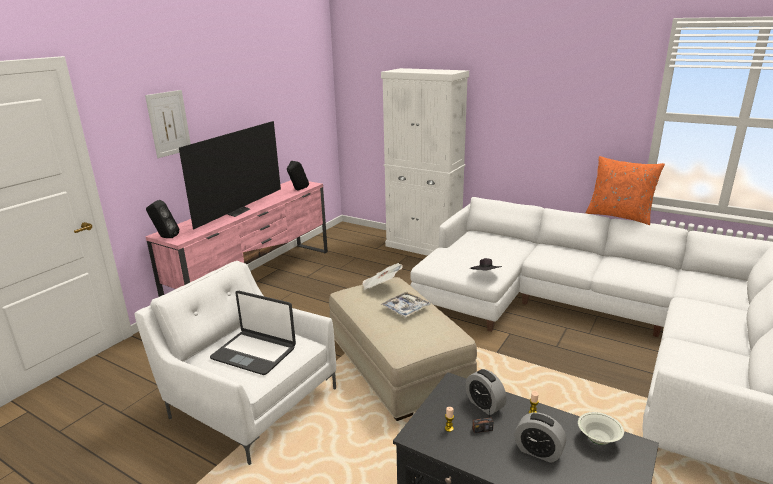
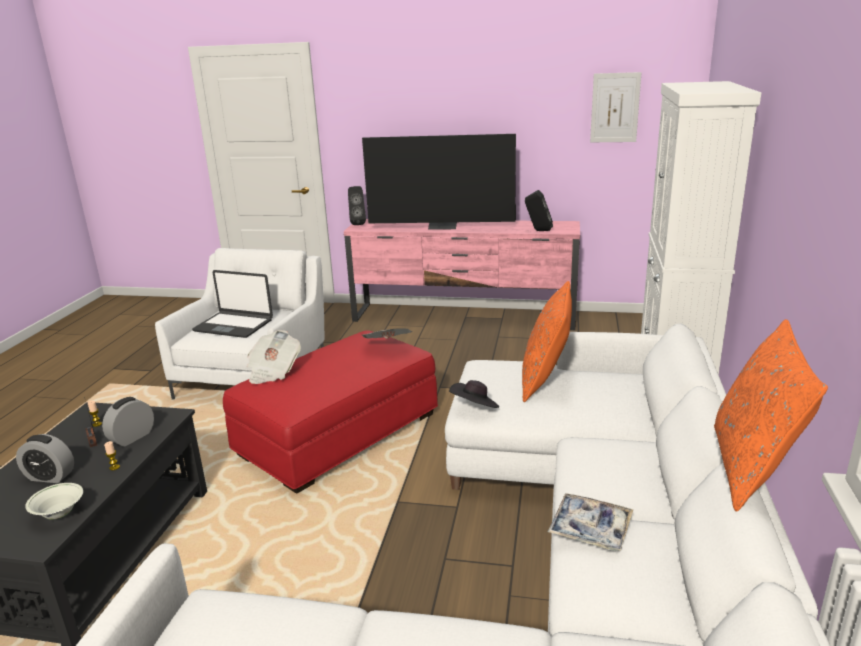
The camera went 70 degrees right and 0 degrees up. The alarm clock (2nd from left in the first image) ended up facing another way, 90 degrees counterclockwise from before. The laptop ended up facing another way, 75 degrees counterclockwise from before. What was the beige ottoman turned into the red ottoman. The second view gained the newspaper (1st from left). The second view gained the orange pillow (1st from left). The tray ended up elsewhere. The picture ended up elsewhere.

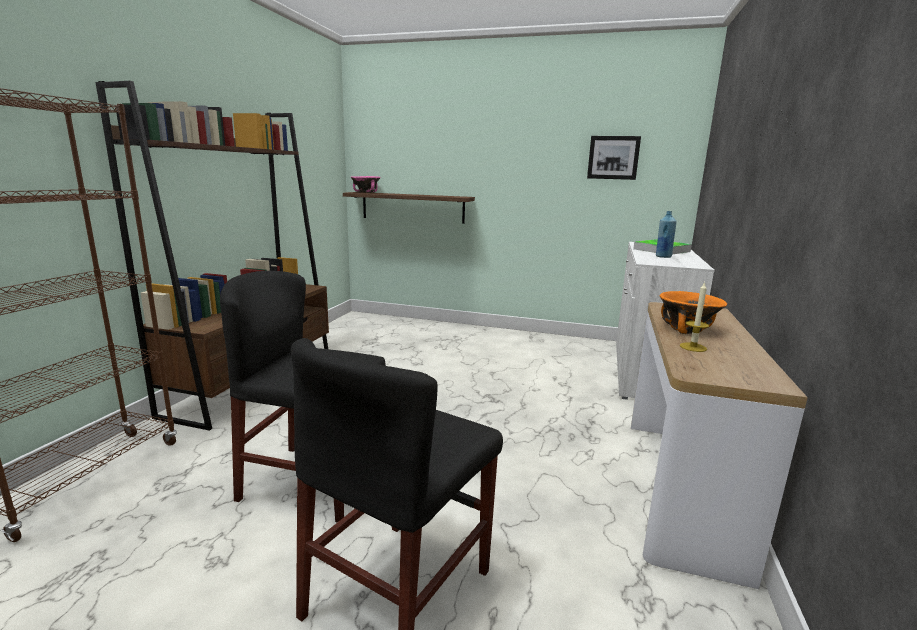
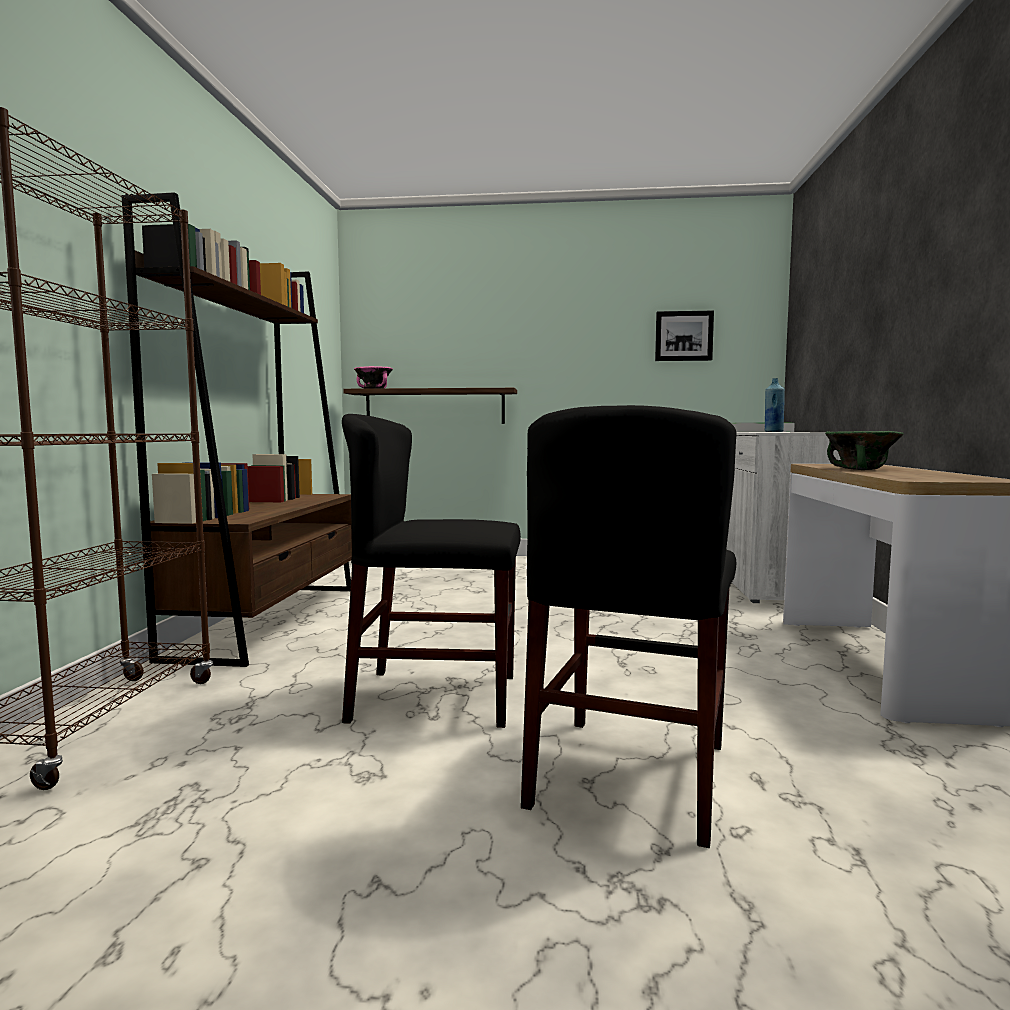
The camera went 10 degrees left and 10 degrees down. What was the orange bowl turned into the green bowl. The second view lost the candle.

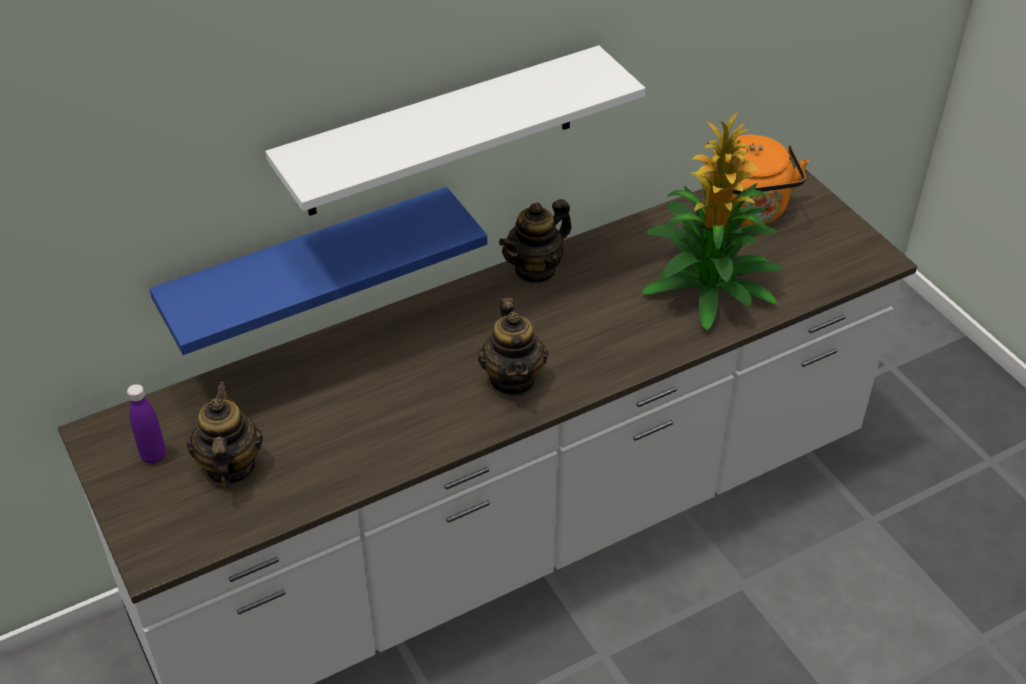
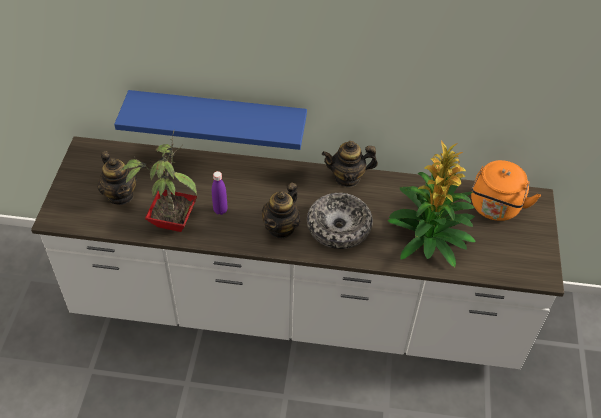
The camera went 35 degrees right and 5 degrees up. The teapot (1st from left) ended up facing another way, 120 degrees clockwise from before. The second view gained the potted plant (1st from left). The purple bottle ended up elsewhere. The second view gained the bowl. The second view lost the white shelf.

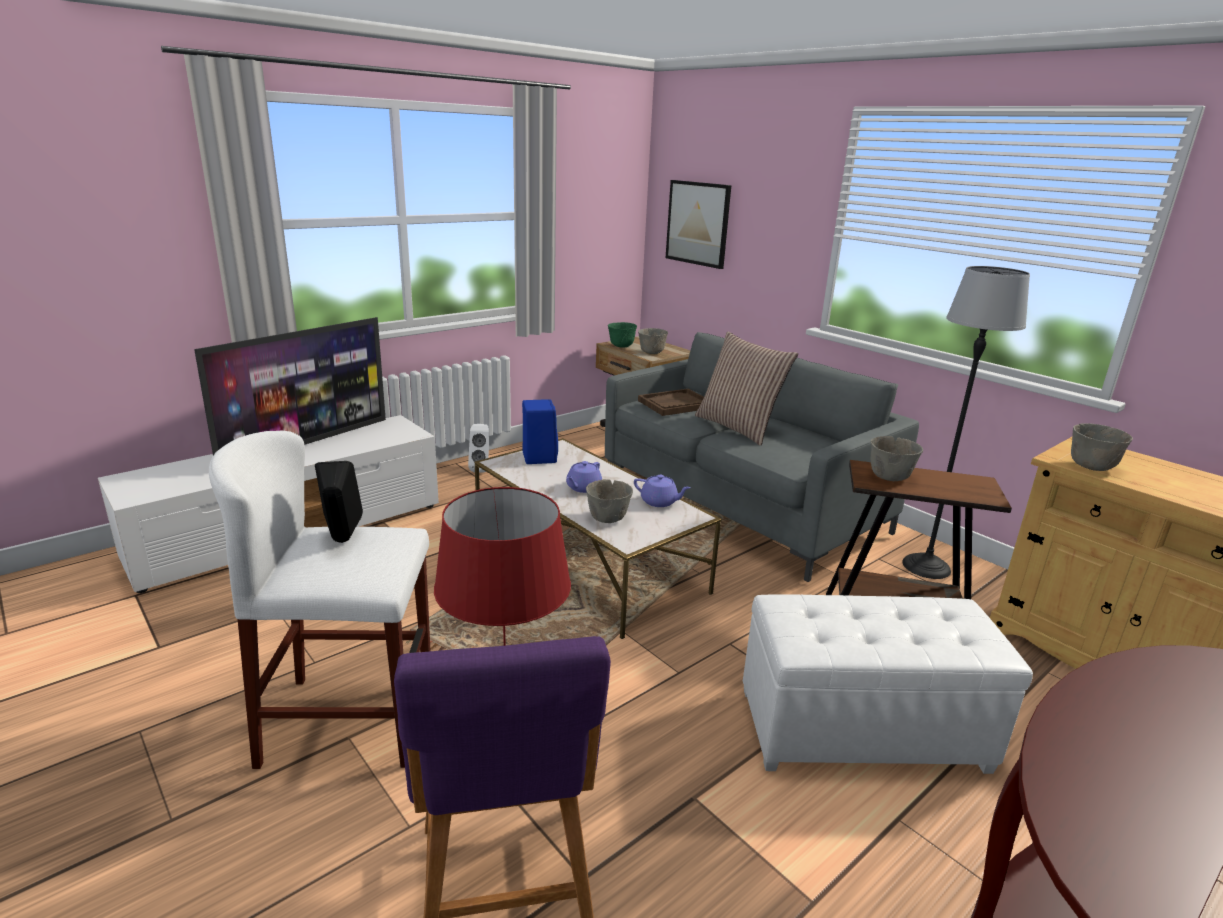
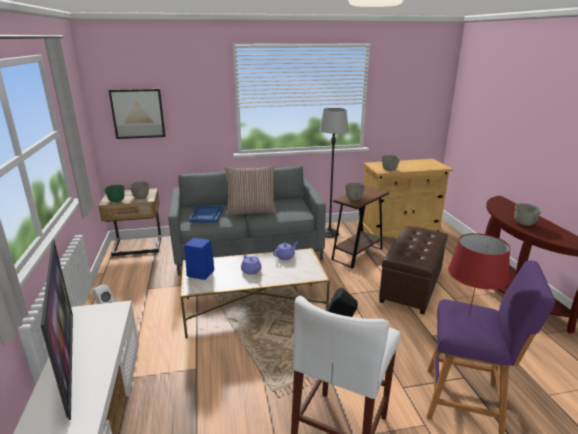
The camera went 60 degrees left and 0 degrees up. What was the brown tray turned into the blue tray. What was the white ottoman turned into the brown ottoman. The grey bowl (1st from left in the first image) ended up elsewhere.

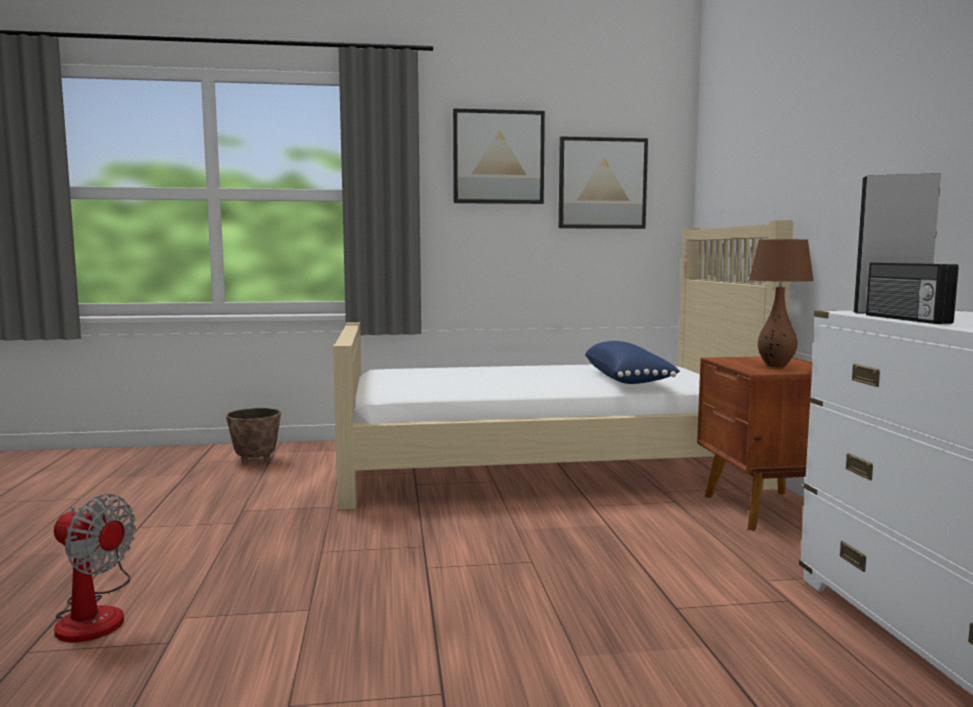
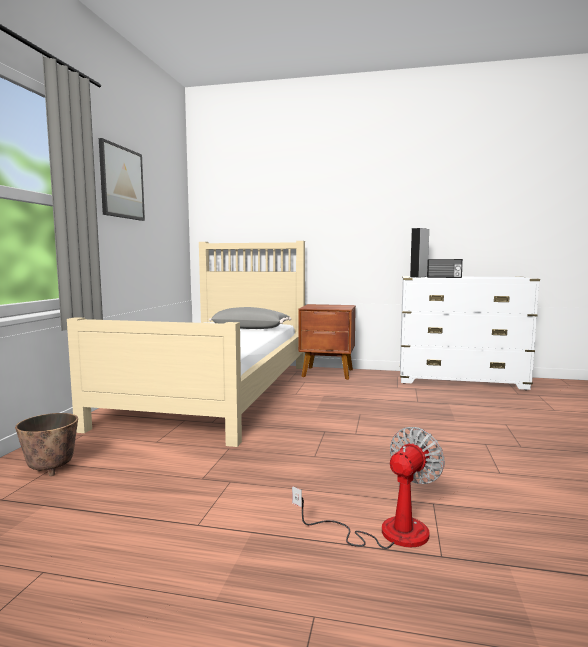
The camera went 70 degrees left and 0 degrees up. What was the blue pillow turned into the grey pillow. The second view lost the picture (2nd from left). The second view lost the brown table lamp.

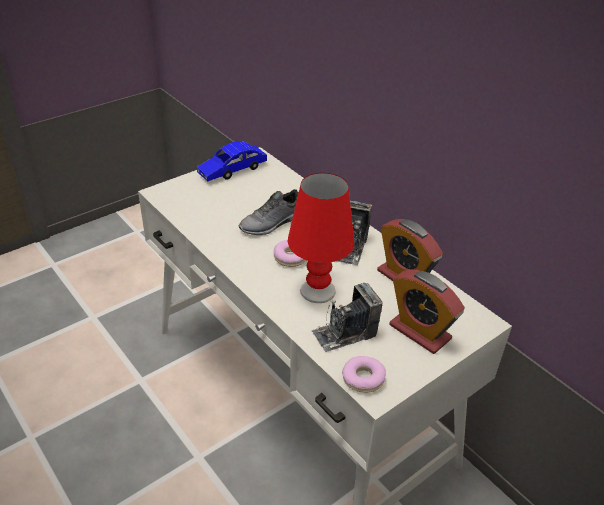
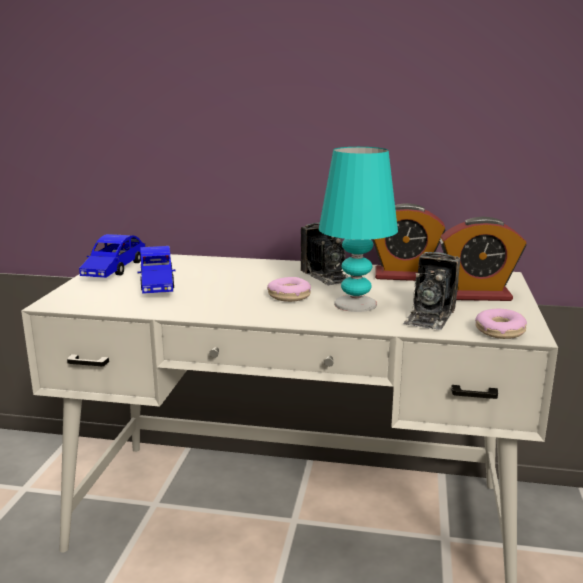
The camera went 40 degrees left and 20 degrees down. The second view gained the blue toy car (2nd from left). What was the red table lamp turned into the turquoise table lamp. The second view lost the grey shoe.

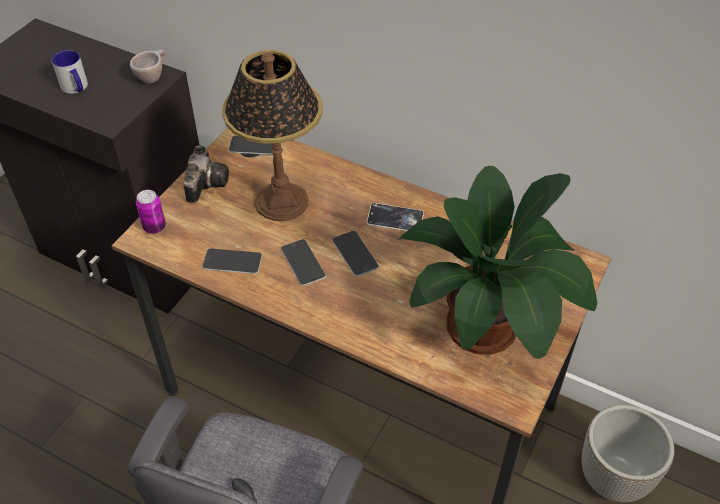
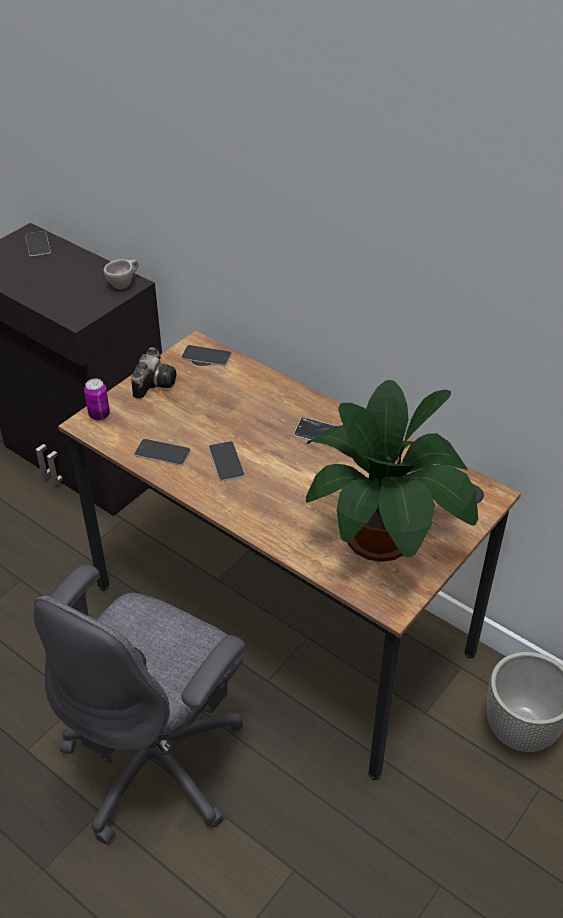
The camera went 10 degrees right and 5 degrees down. The phone (4th from left in the first image) ended up elsewhere. The second view lost the mug. The second view lost the table lamp.

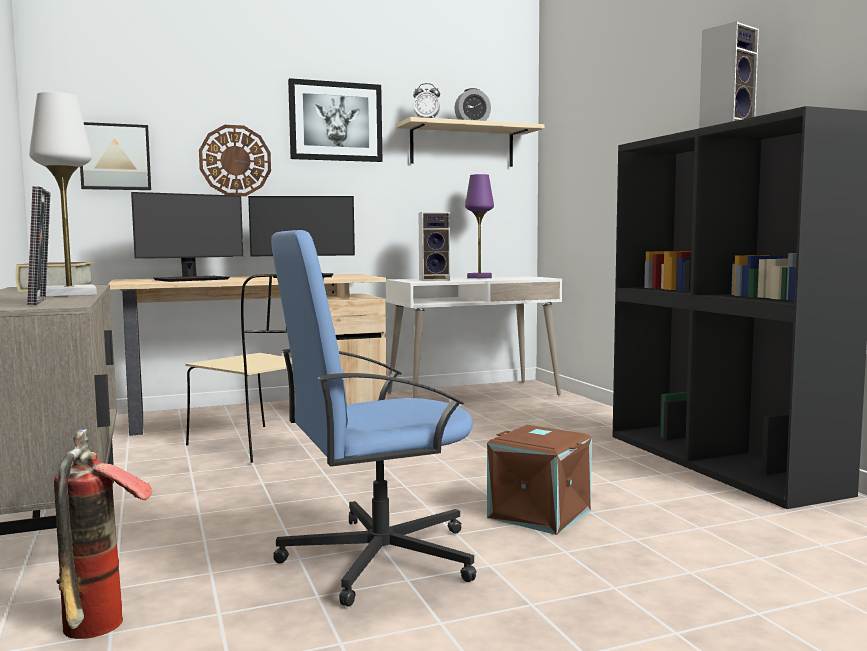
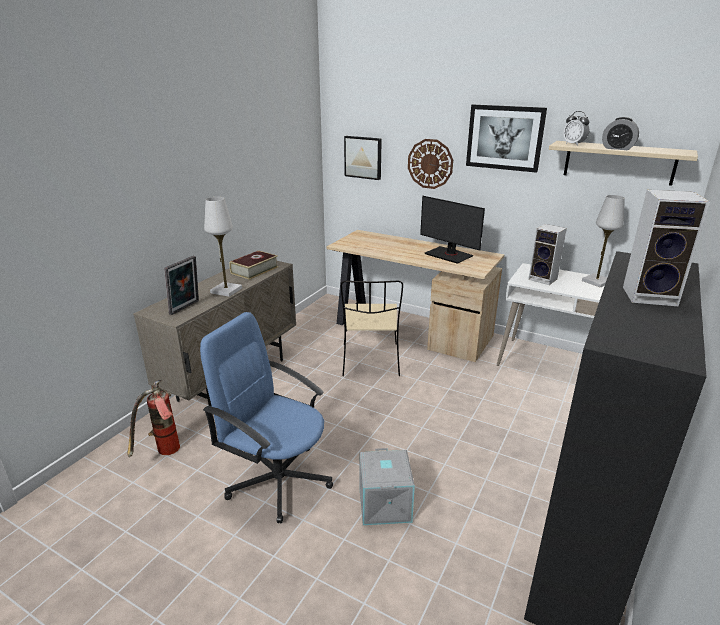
The camera went 50 degrees right and 20 degrees up. What was the brown storage box turned into the grey storage box. What was the purple table lamp turned into the white table lamp (2nd from left). The second view lost the monitor (1st from left).

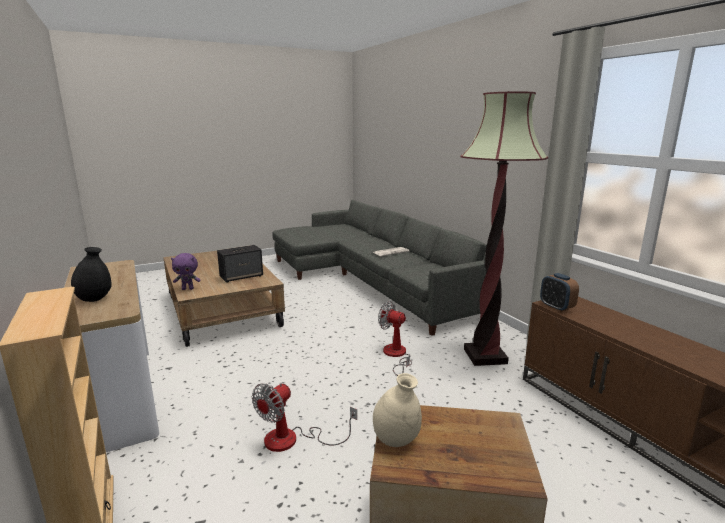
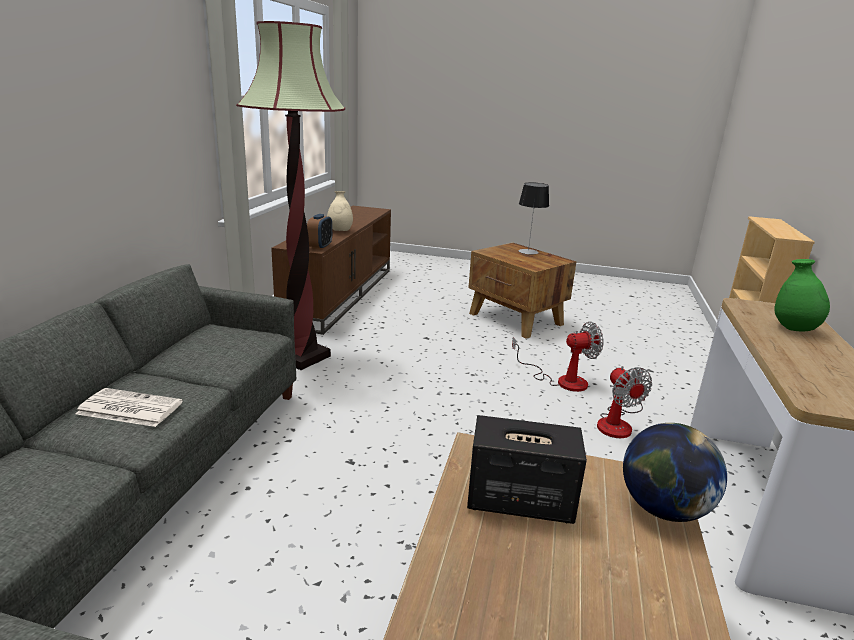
The camera went 140 degrees left and 5 degrees up. The beige vase ended up elsewhere. The second view gained the table lamp. The fan (2nd from left) ended up elsewhere. Where the purple plush toy stood, the globe came to stand. What was the black vase turned into the green vase.

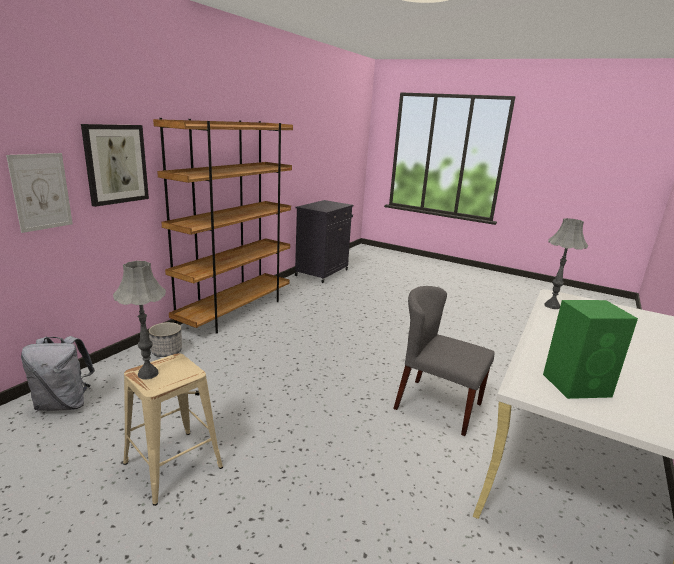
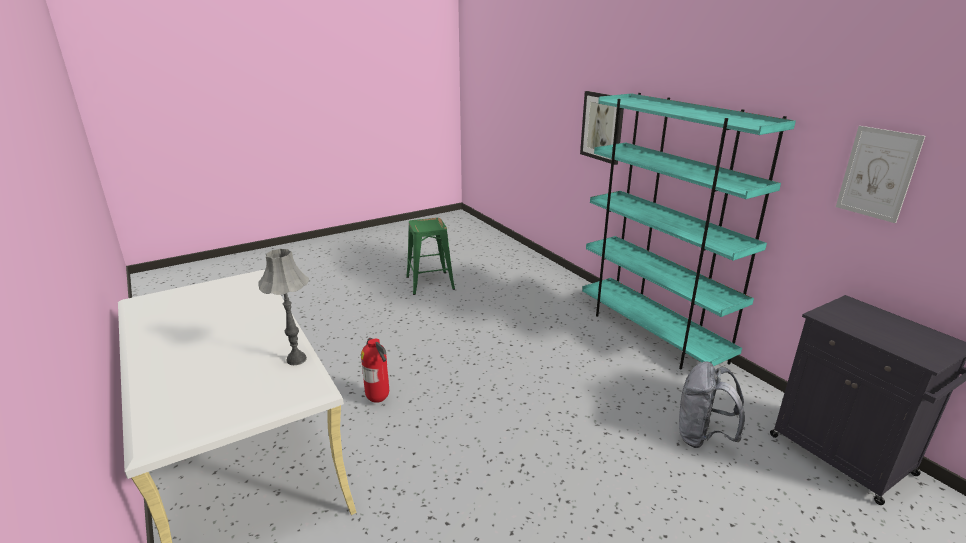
The camera went 120 degrees right and 5 degrees up. Where the grey chair stood, the fire extinguisher came to stand. What was the beige stool turned into the green stool. What was the brown bookcase turned into the turquoise bookcase. The grey backpack ended up elsewhere. The picture (1st from left in the first image) ended up elsewhere. The second view lost the grey table lamp (1st from left). The second view lost the planter. The second view lost the green speaker.

